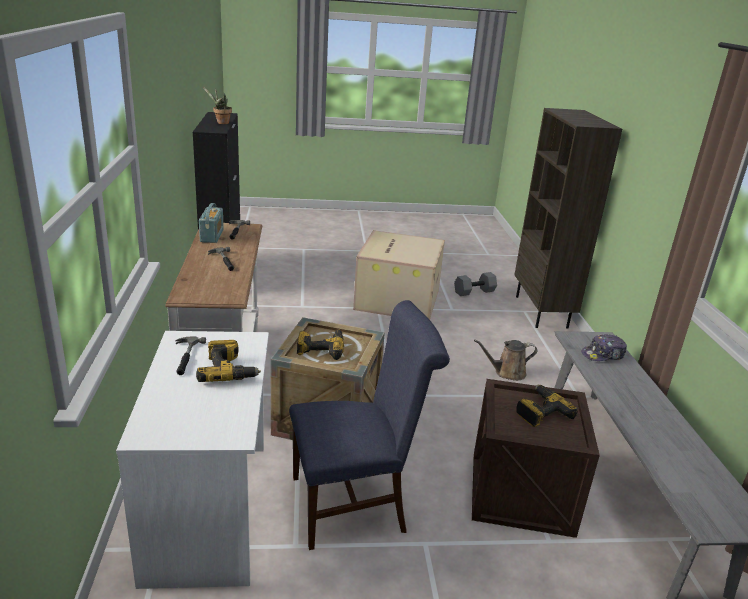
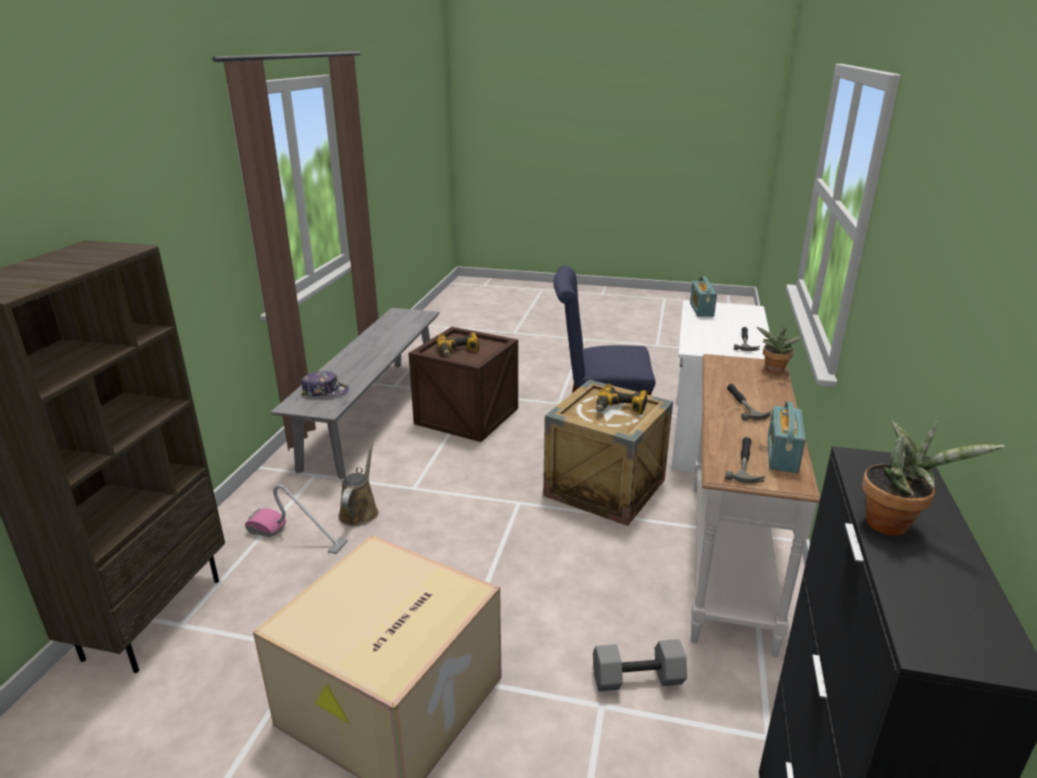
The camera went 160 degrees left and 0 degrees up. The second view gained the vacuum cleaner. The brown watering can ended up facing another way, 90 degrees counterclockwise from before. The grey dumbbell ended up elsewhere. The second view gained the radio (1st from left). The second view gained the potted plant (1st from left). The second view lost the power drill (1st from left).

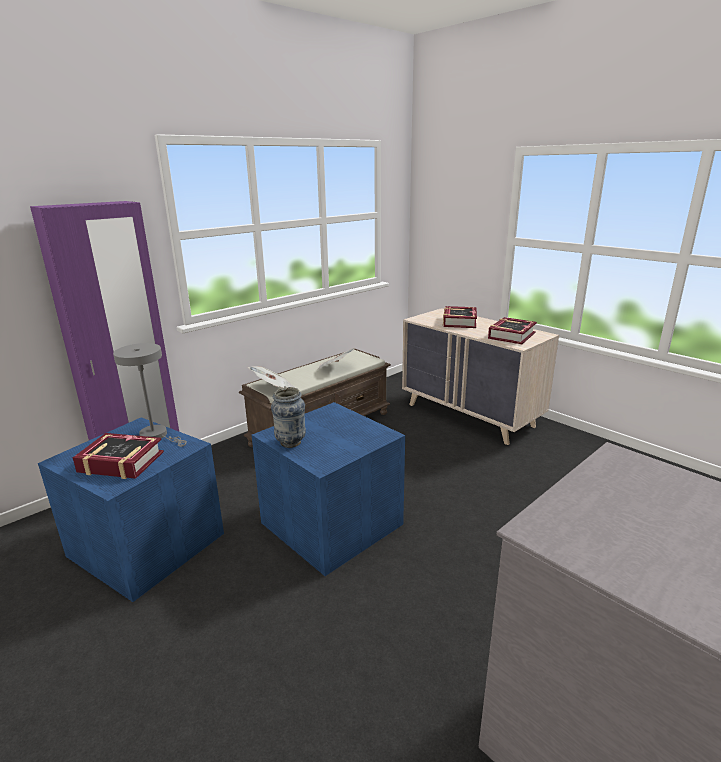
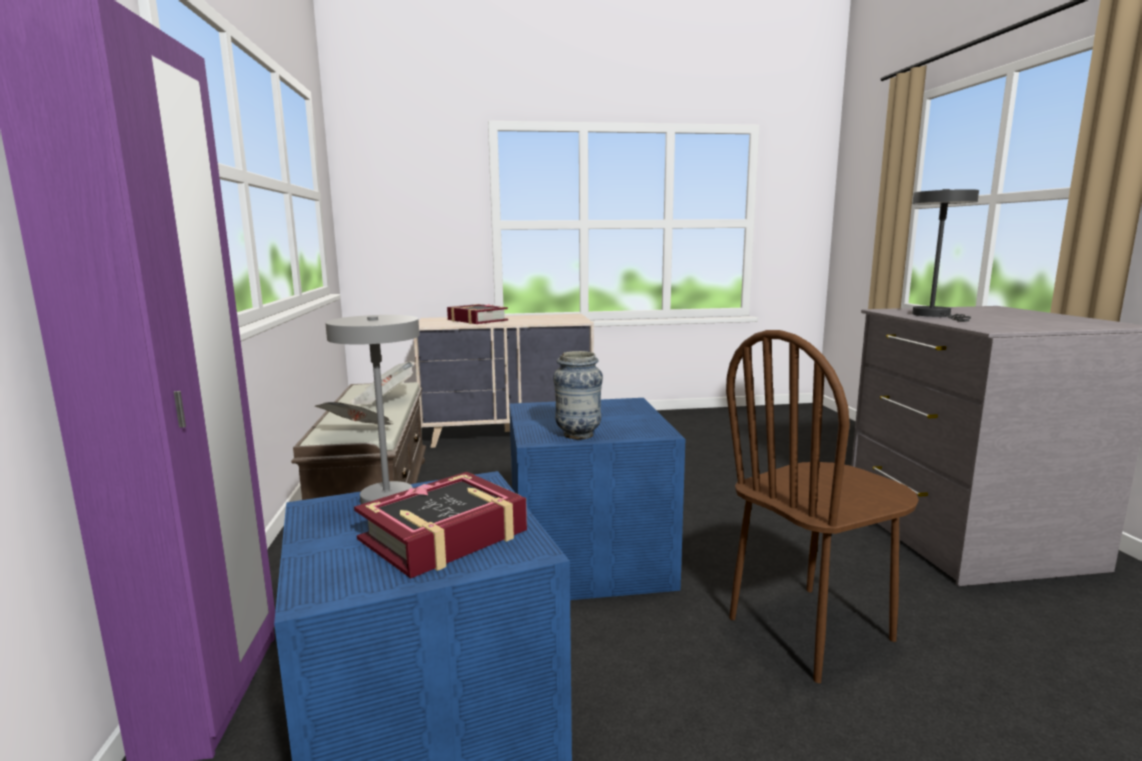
The camera went 55 degrees left and 10 degrees down. The second view gained the brown chair. The second view gained the grey table lamp (2nd from left). The second view lost the book (3rd from left).

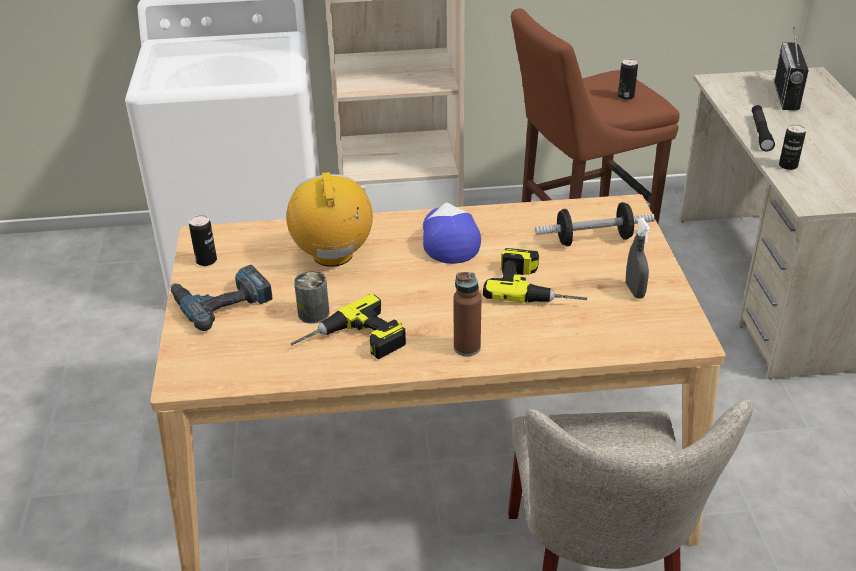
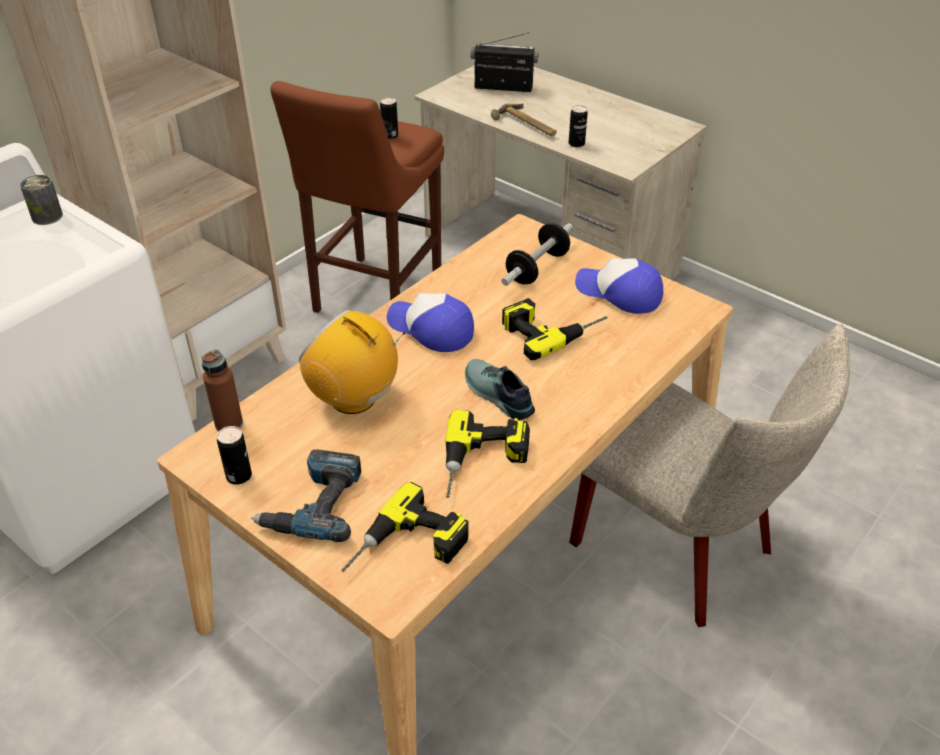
The camera went 45 degrees left and 5 degrees up. The can (2nd from left in the first image) ended up elsewhere. The brown bottle ended up elsewhere. The second view gained the power drill (2nd from left). The second view gained the shoe. The radio (2nd from left) ended up facing another way, 135 degrees clockwise from before. Where the black flashlight stood, the hammer came to stand. Where the grey spray bottle stood, the cap (2nd from left) came to stand.

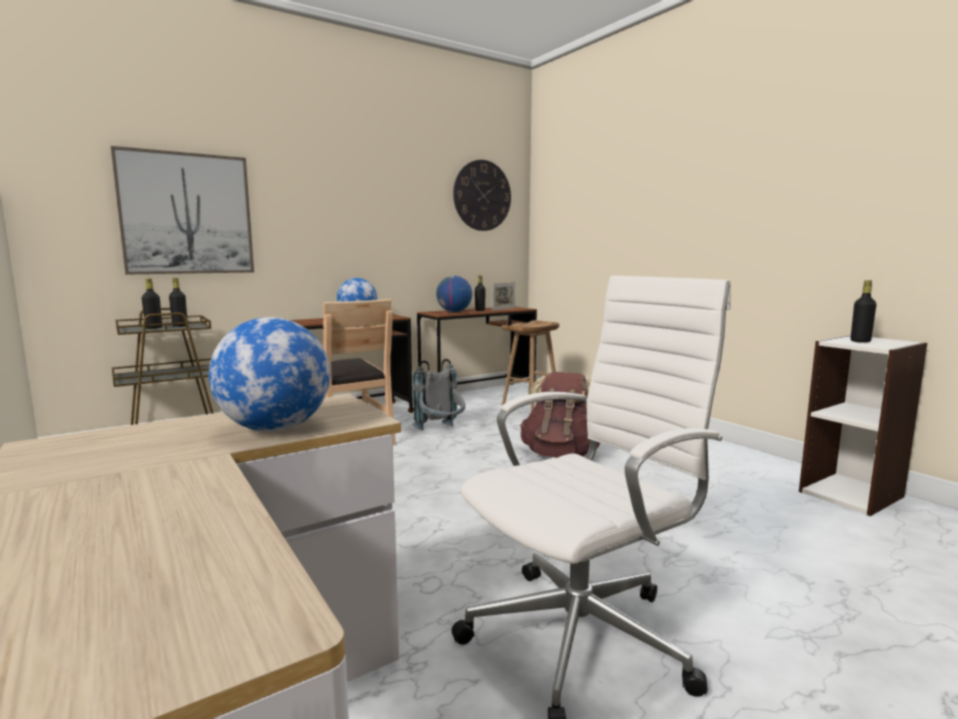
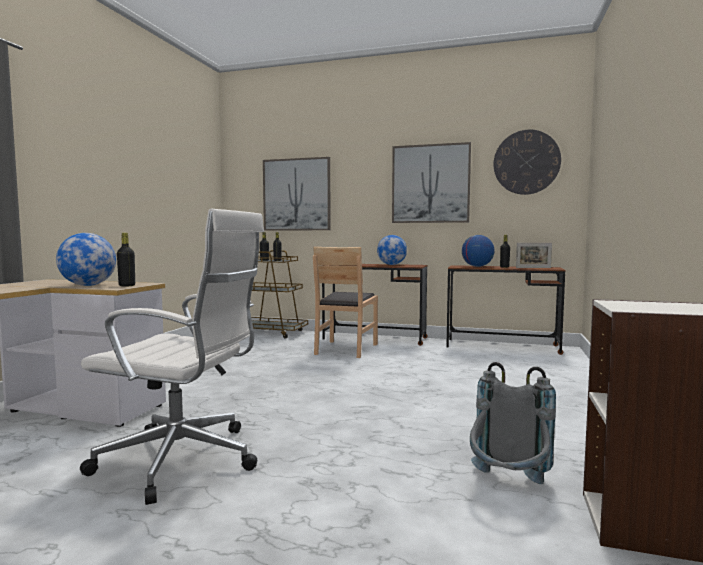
The camera went 50 degrees right and 5 degrees down. The black bottle (4th from left in the first image) ended up elsewhere. The second view gained the picture (2nd from left). The grey backpack ended up elsewhere. The second view lost the brown stool. The second view lost the brown backpack.

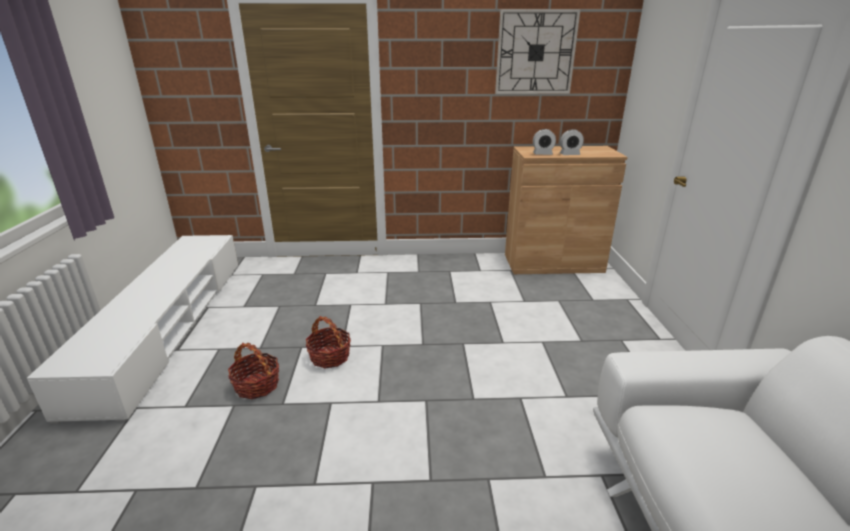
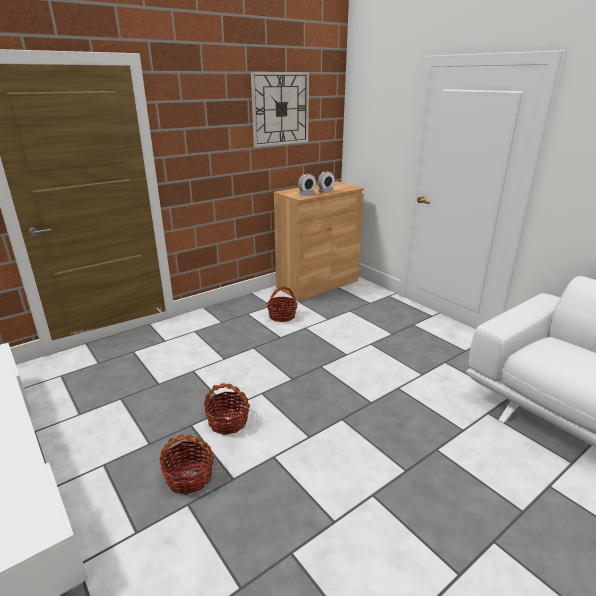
The camera went 35 degrees left and 0 degrees up. The second view gained the basket (3rd from left).

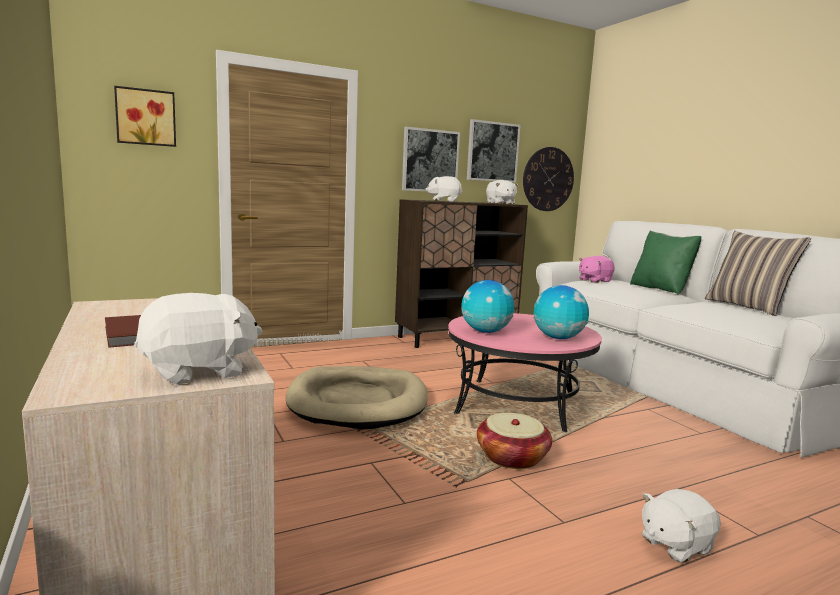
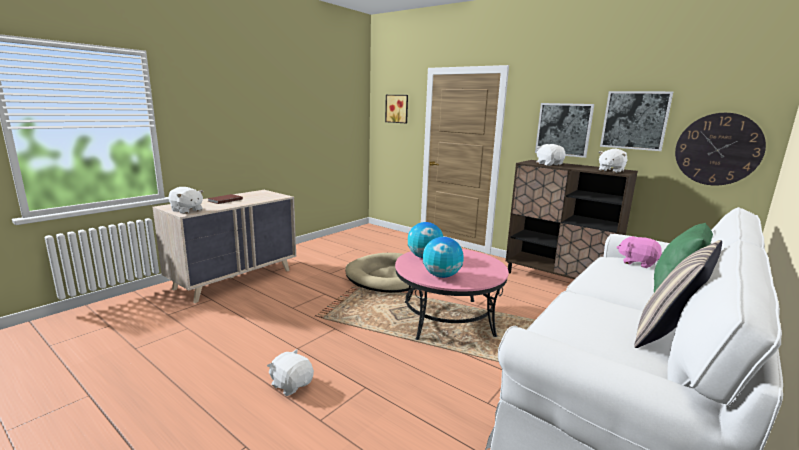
The camera went 65 degrees right and 5 degrees up. The second view lost the basket.

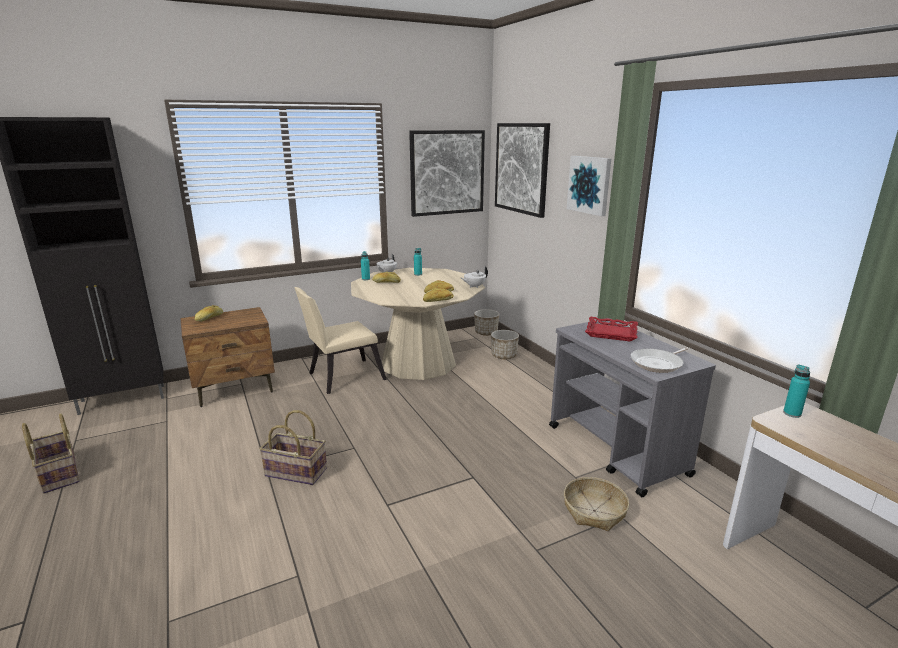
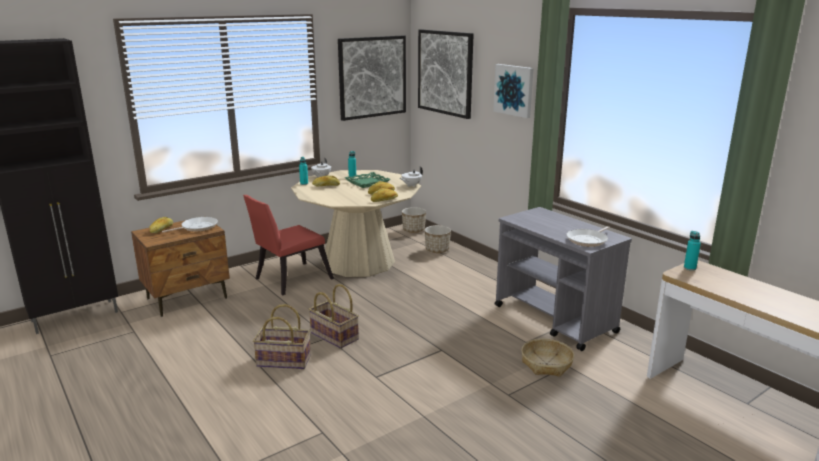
The camera went 10 degrees left and 0 degrees up. The second view gained the frying pan (1st from left). What was the beige chair turned into the red chair. The basket (1st from left in the first image) ended up elsewhere. The second view gained the green tray. The second view lost the red tray.

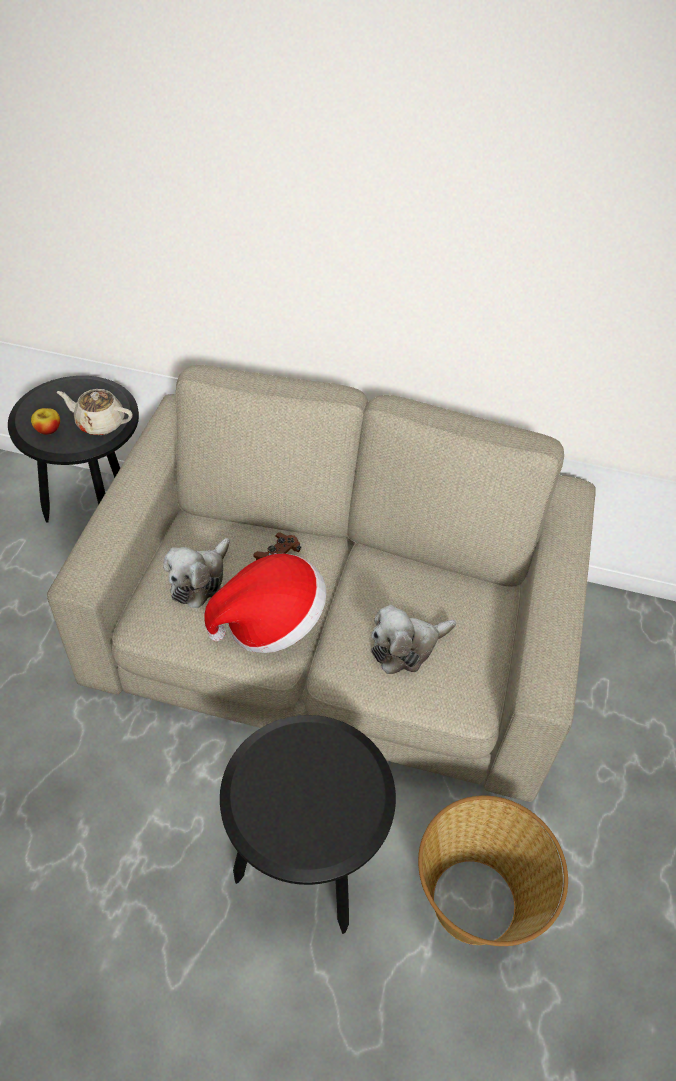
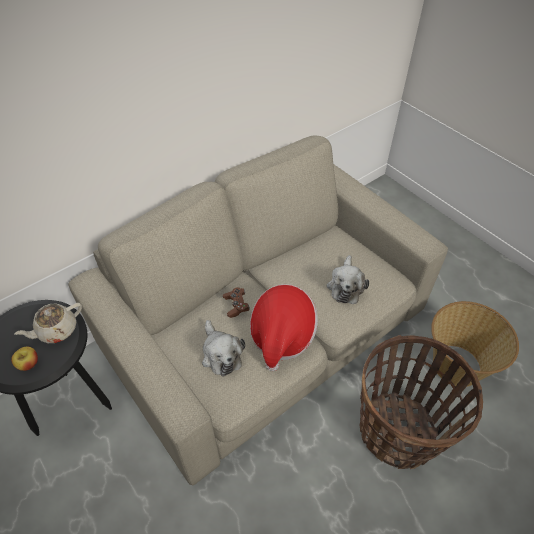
The camera went 50 degrees left and 0 degrees up. Where the black side table (2nd from left) stood, the basket (1st from left) came to stand.

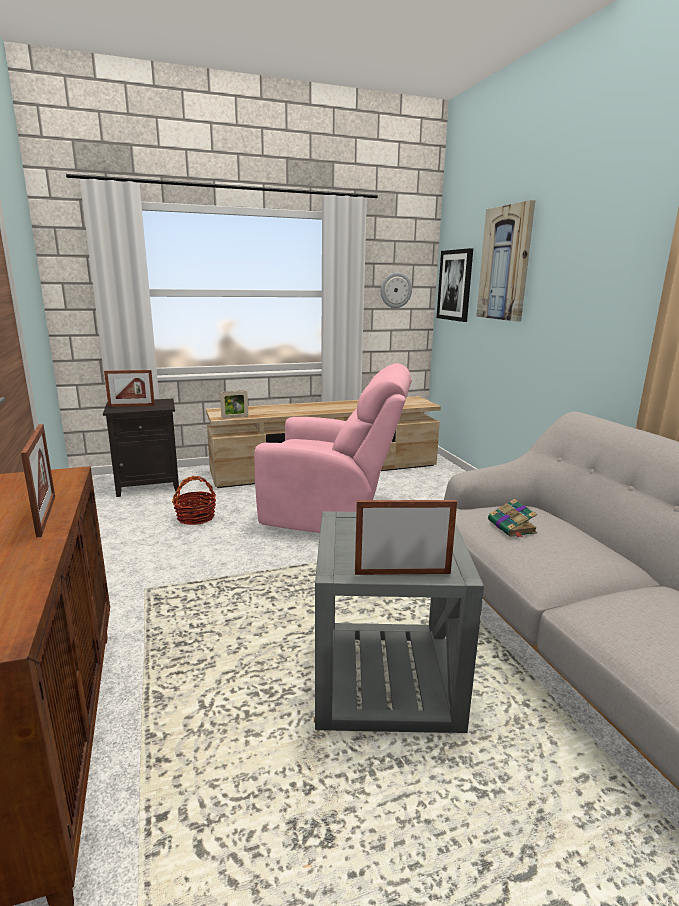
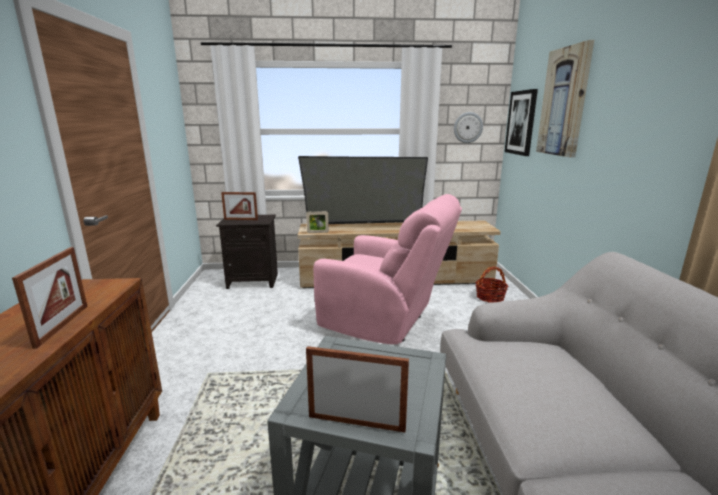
The camera went 15 degrees right and 0 degrees up. The second view gained the television. The basket ended up elsewhere. The second view lost the book.

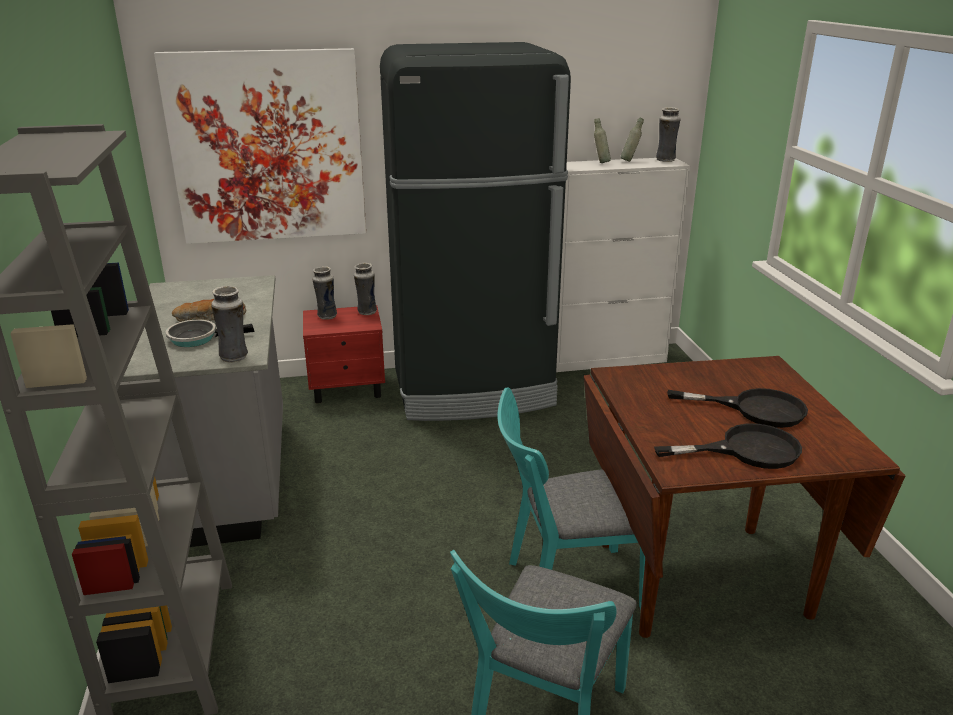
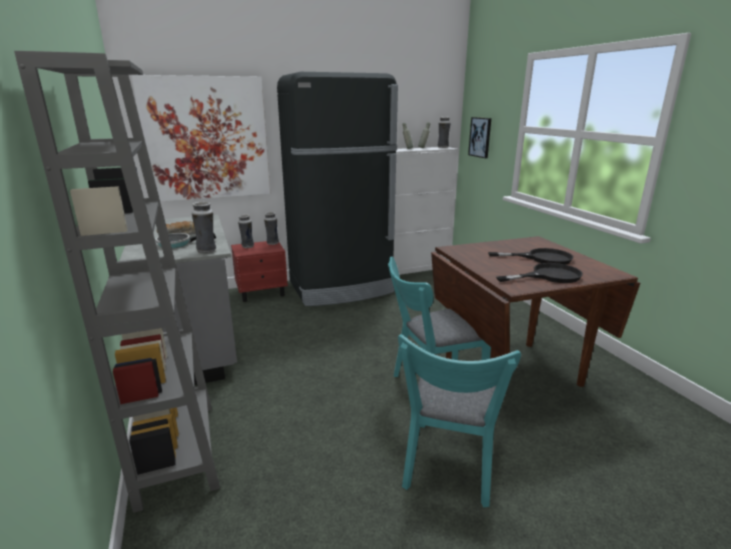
The camera went 10 degrees left and 5 degrees down. The second view gained the picture (2nd from left).

